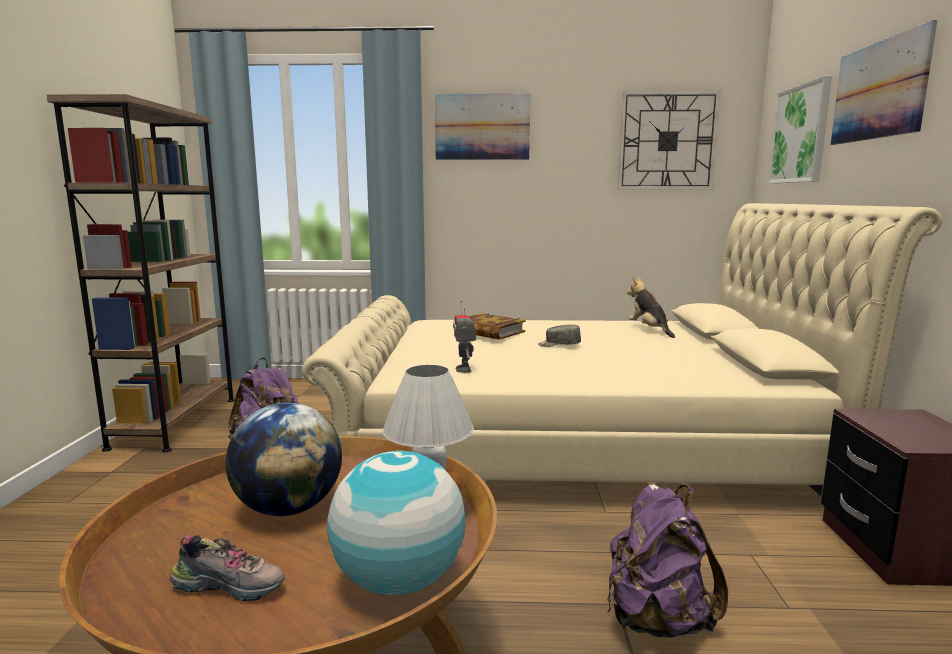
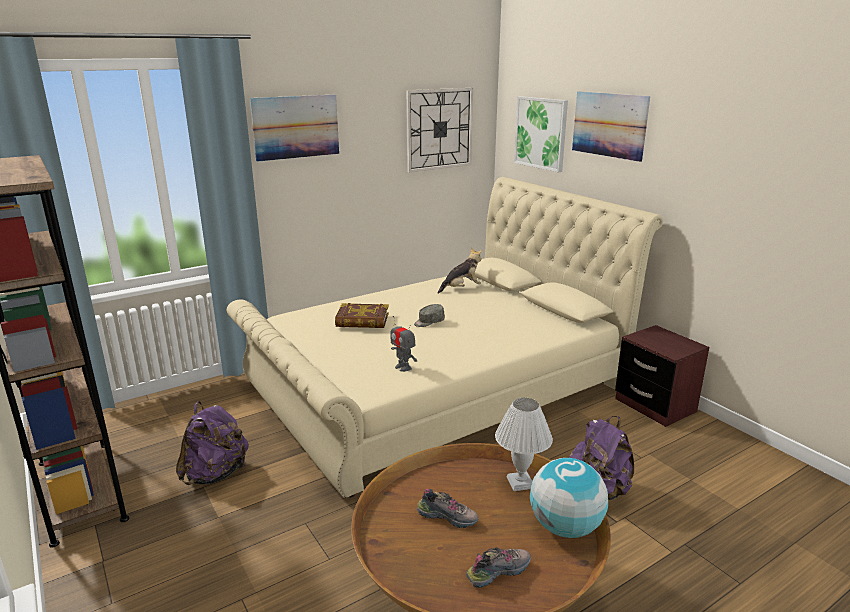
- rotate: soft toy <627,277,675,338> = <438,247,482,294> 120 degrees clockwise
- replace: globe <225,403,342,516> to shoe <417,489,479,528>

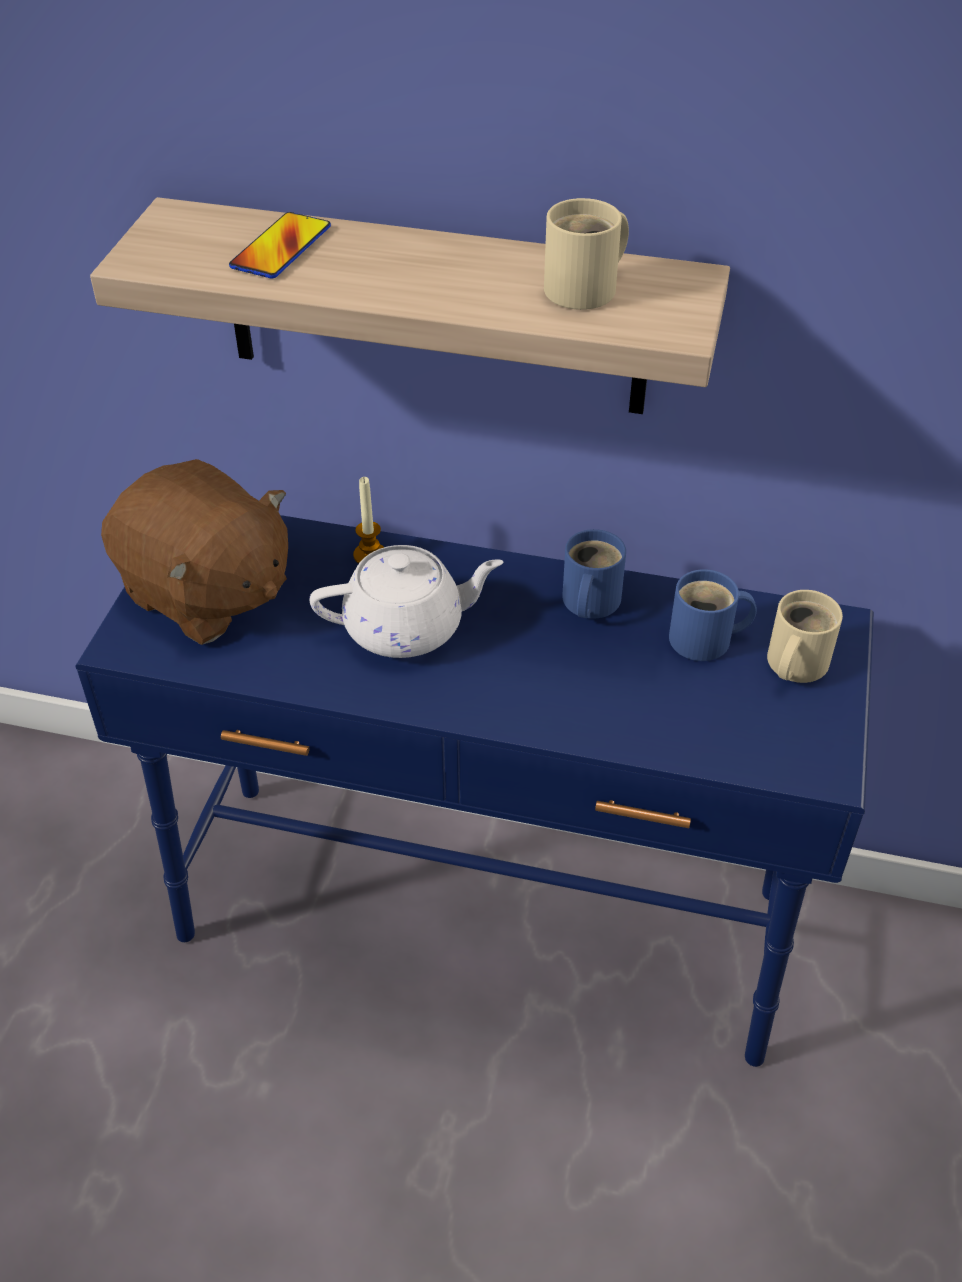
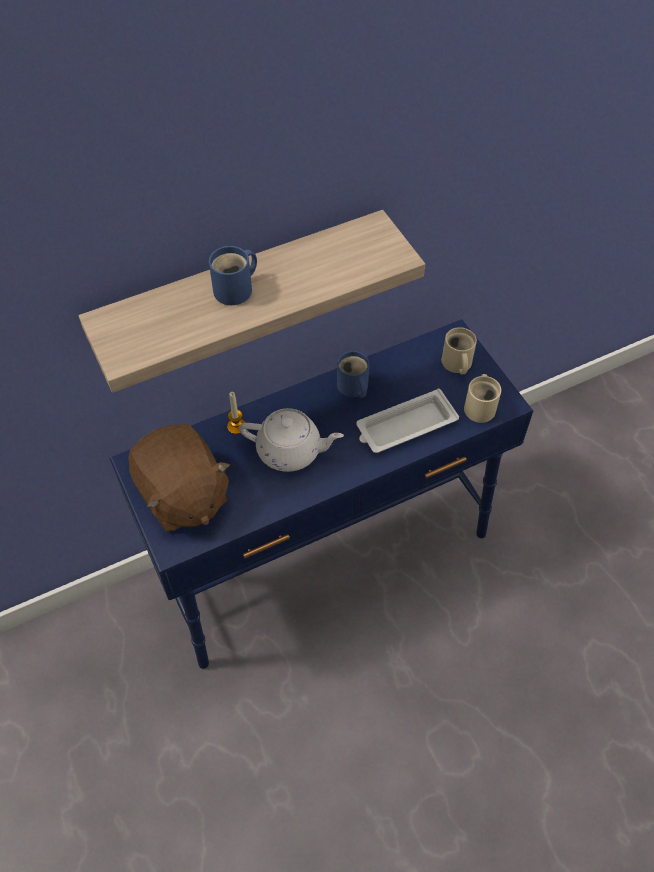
- move: beige-coloured tea mug <544,198,629,310> to <464,374,501,423>
- delete: phone <229,212,331,278>
- rotate: brownish soft toy <101,459,288,645> = <128,424,230,532> 60 degrees clockwise
- rotate: white teapot <310,545,503,658> = <239,408,344,472> 60 degrees clockwise
- move: bluish tea mug <669,569,757,661> to <209,246,257,305>
- insert: white tray <356,389,459,453>

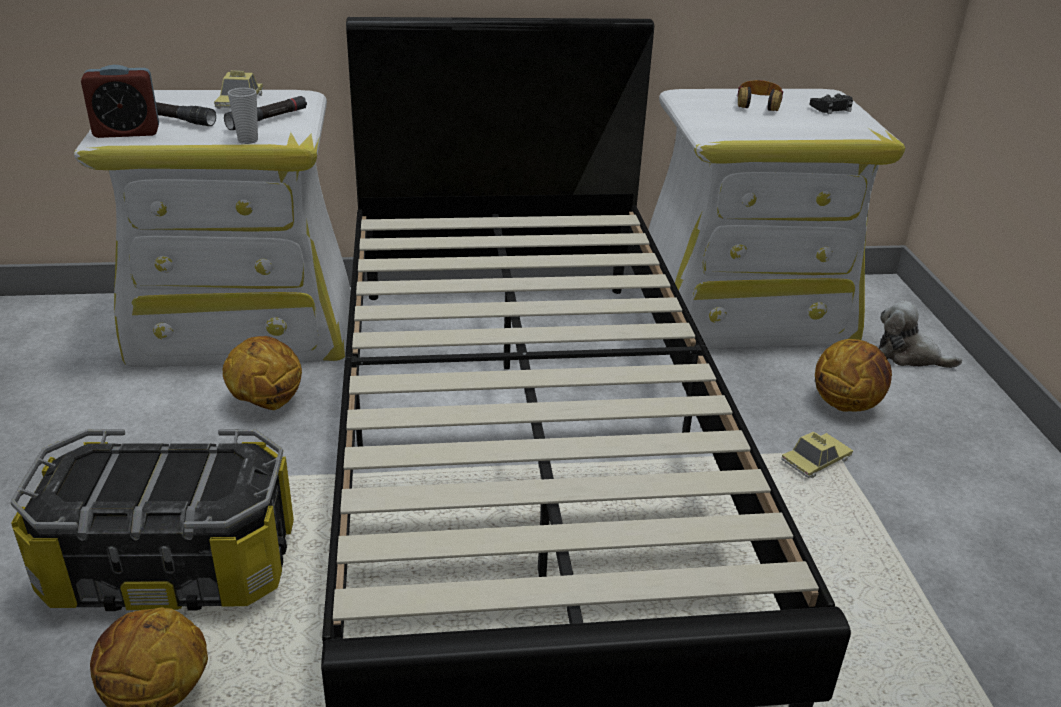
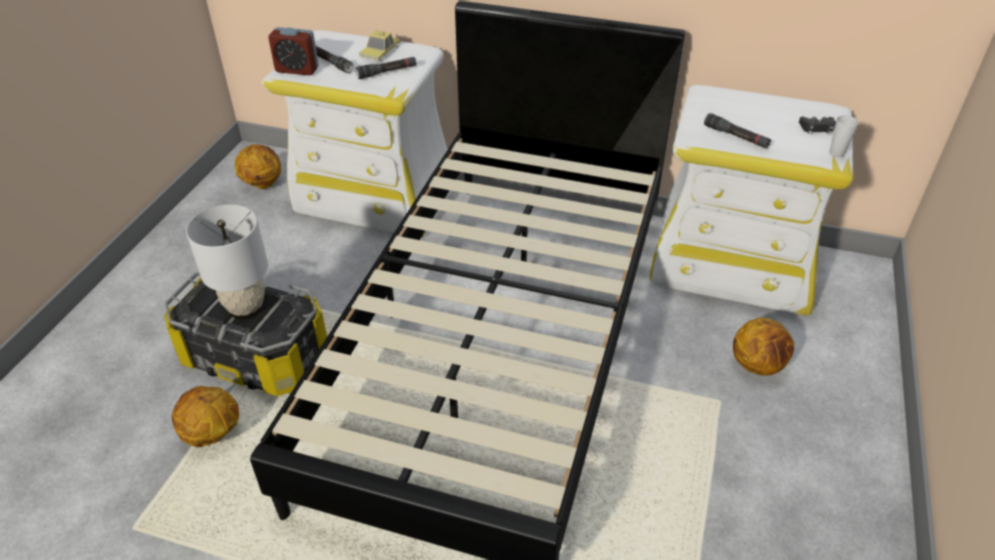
- delete: pair of headphones <737,80,783,111>
- move: drinking cup <228,88,258,144> to <829,115,859,157>
- delete: soft toy <879,301,962,368>
- move: ball for basketball <223,336,302,410> to <235,144,281,189>
- delete: toy car <781,432,853,478>
- insert: blackish torch <704,113,771,148>
- insert: white tabletop lamp <186,205,268,320>

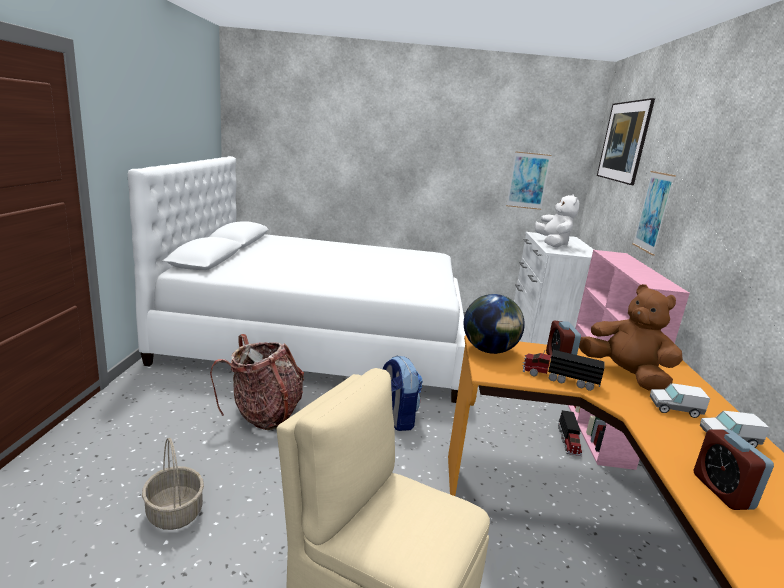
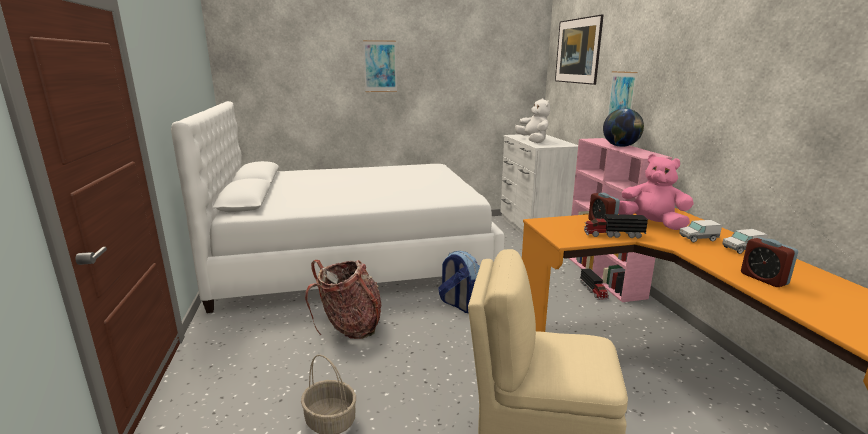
- move: wall art <506,151,552,210> to <363,40,397,92>
- recolor: brownish soft toy <579,284,683,391> to pink-coloured soft toy <618,154,694,230>
- move: globe <464,294,525,354> to <603,108,644,147>

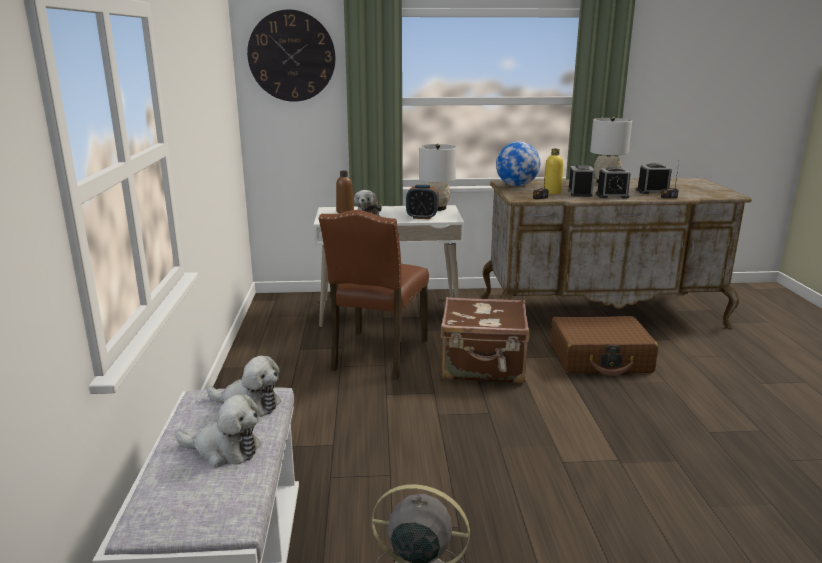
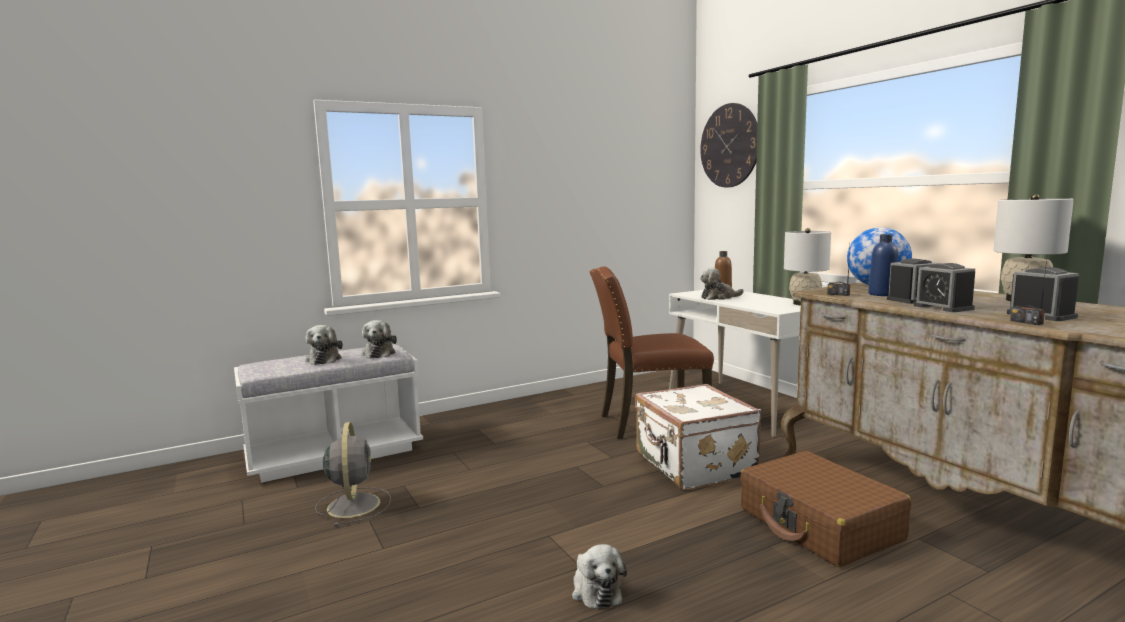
- recolor: yellow-coloured bottle <543,149,563,194> to bluish bottle <868,234,898,296>
- delete: alarm clock <406,185,439,219>
- recolor: brownish piece of luggage <441,297,529,383> to white piece of luggage <635,384,761,491>
- insert: soft toy <572,544,627,610>

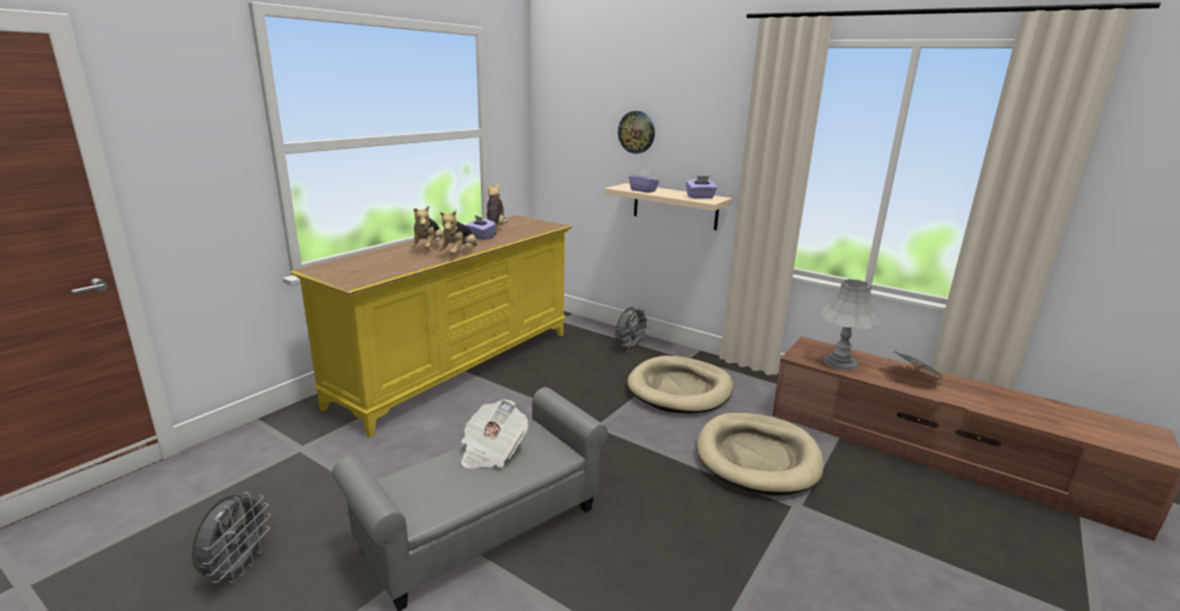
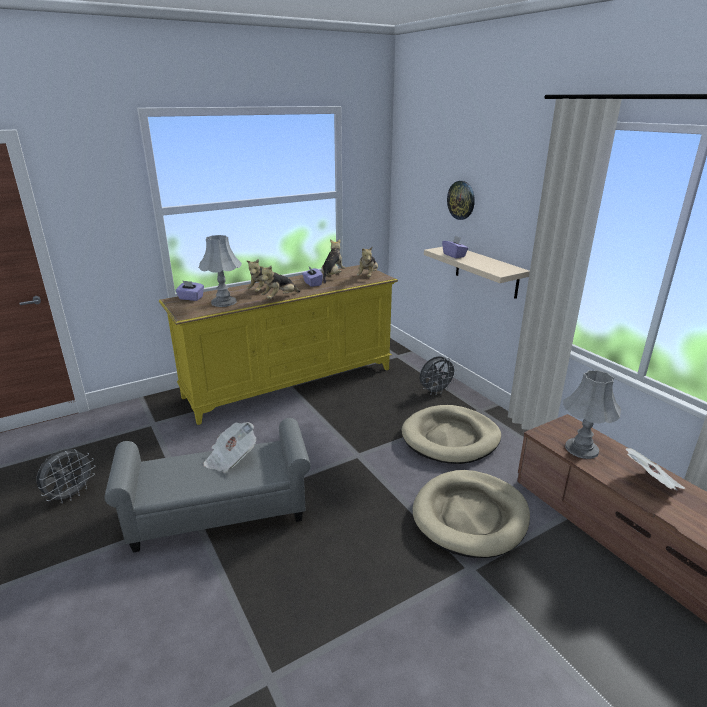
- move: purple-coloured tissue holder <686,176,717,198> to <175,280,204,301>
- insert: gray tabletop lamp <198,235,242,307>
- insert: soft toy <357,246,378,277>

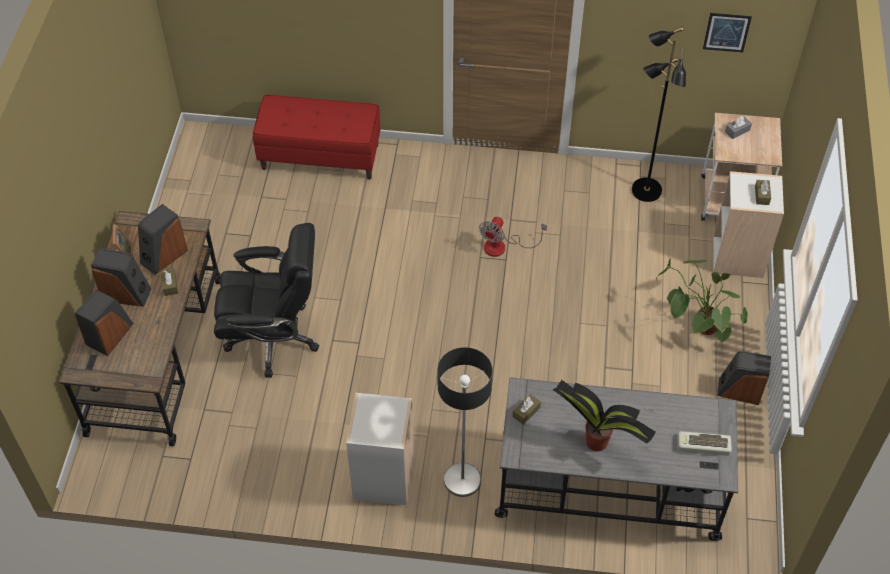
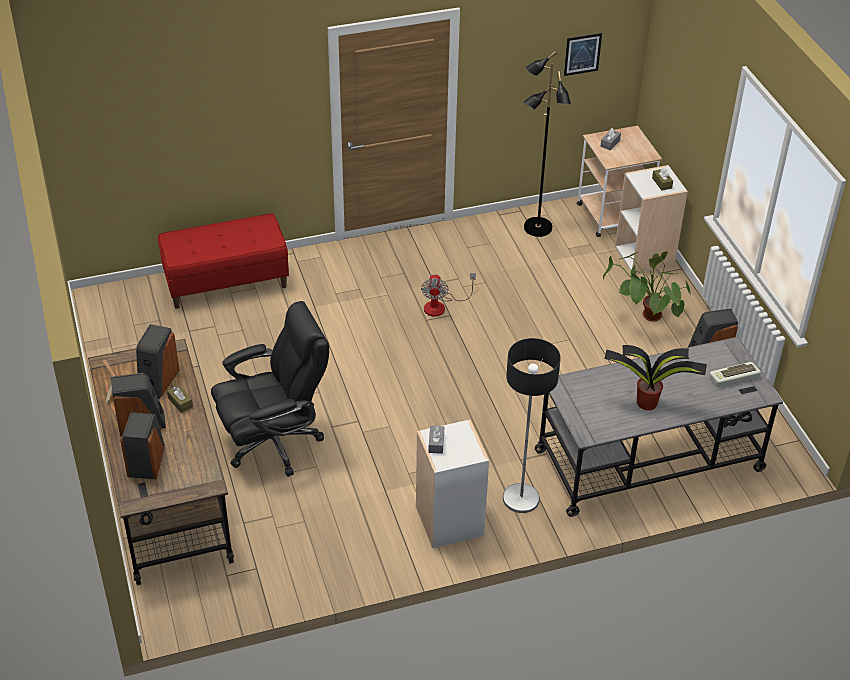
- delete: brownish tissue holder <512,394,541,425>
- insert: gray tissue holder <428,425,444,454>

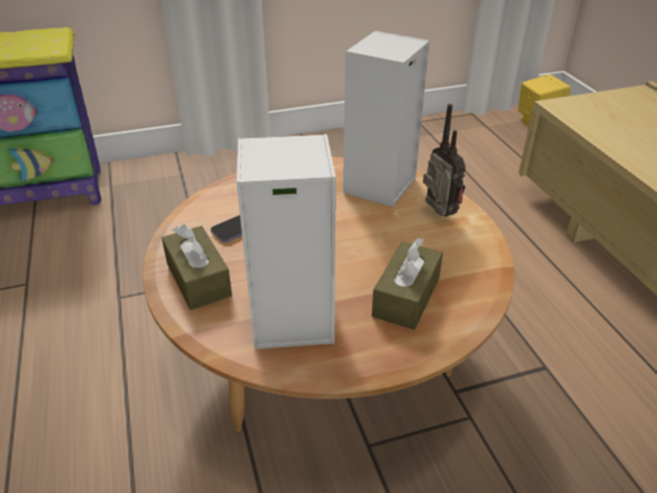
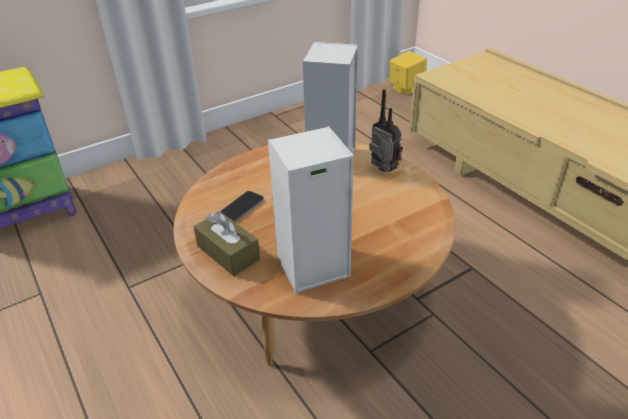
- delete: brownish tissue holder <372,238,443,330>

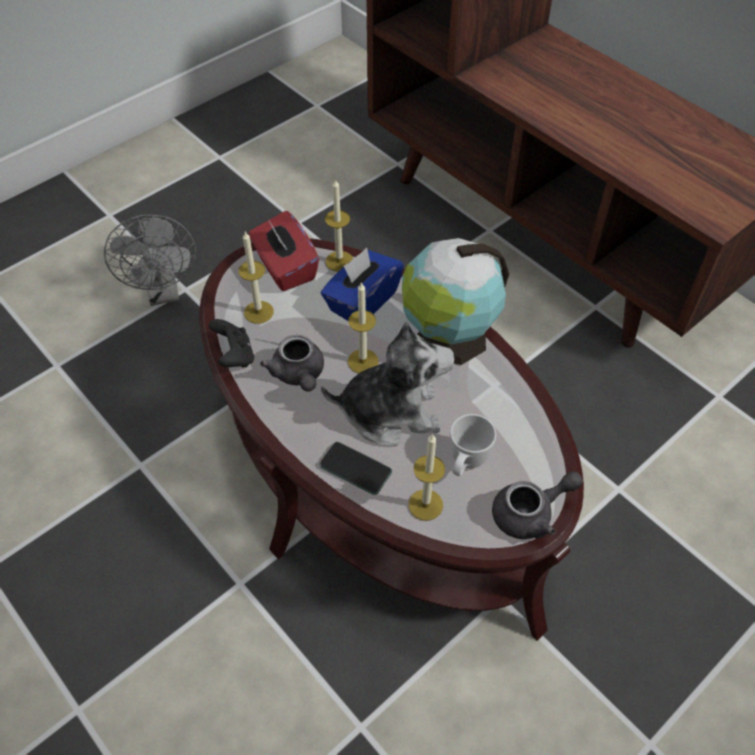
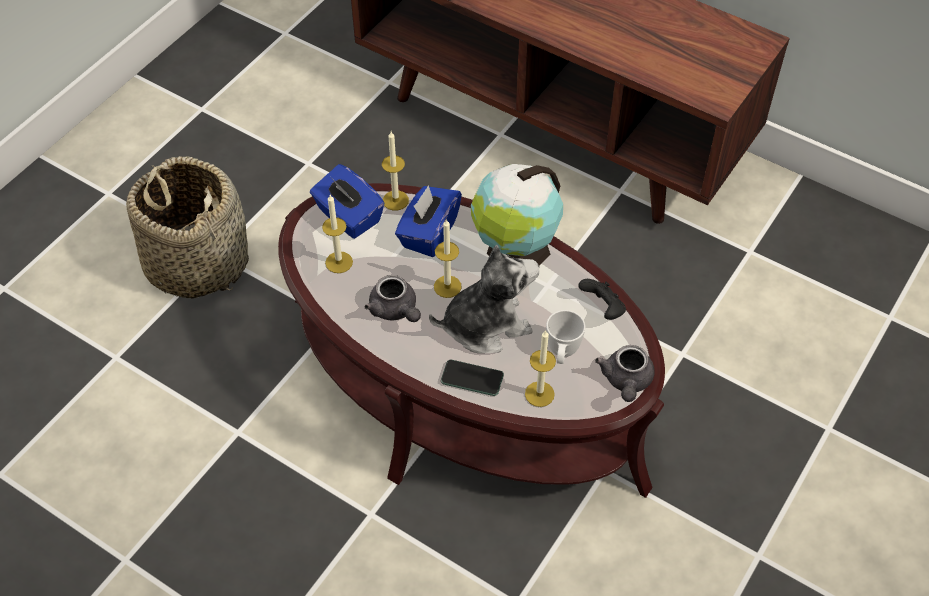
- recolor: red-coloured tissue holder <249,211,319,291> to bluish tissue holder <310,164,384,239>
- replace: gray electric fan <104,214,196,306> to basket <126,156,249,298>
- move: blackish game controller <209,319,254,367> to <578,279,626,320>
- rotate: gray teapot <492,471,583,539> = <595,345,655,402> 135 degrees clockwise

